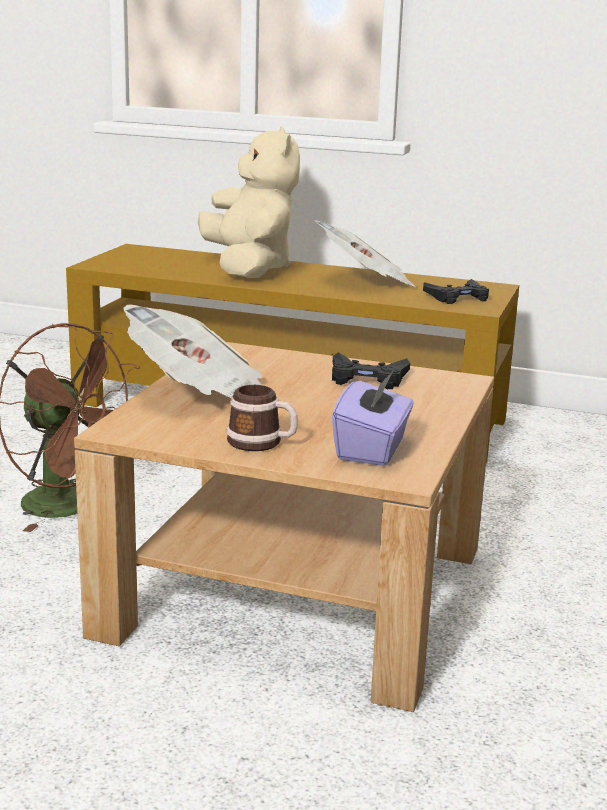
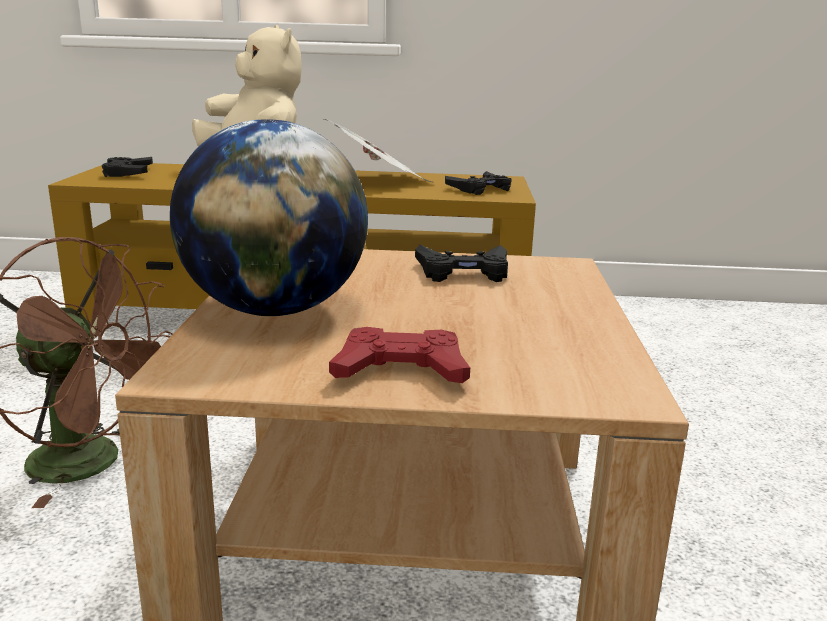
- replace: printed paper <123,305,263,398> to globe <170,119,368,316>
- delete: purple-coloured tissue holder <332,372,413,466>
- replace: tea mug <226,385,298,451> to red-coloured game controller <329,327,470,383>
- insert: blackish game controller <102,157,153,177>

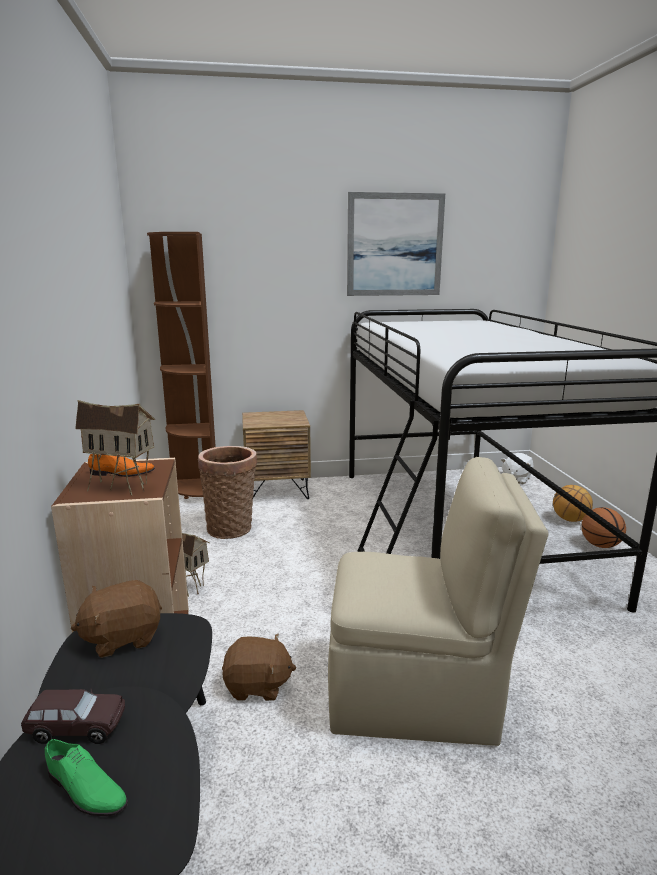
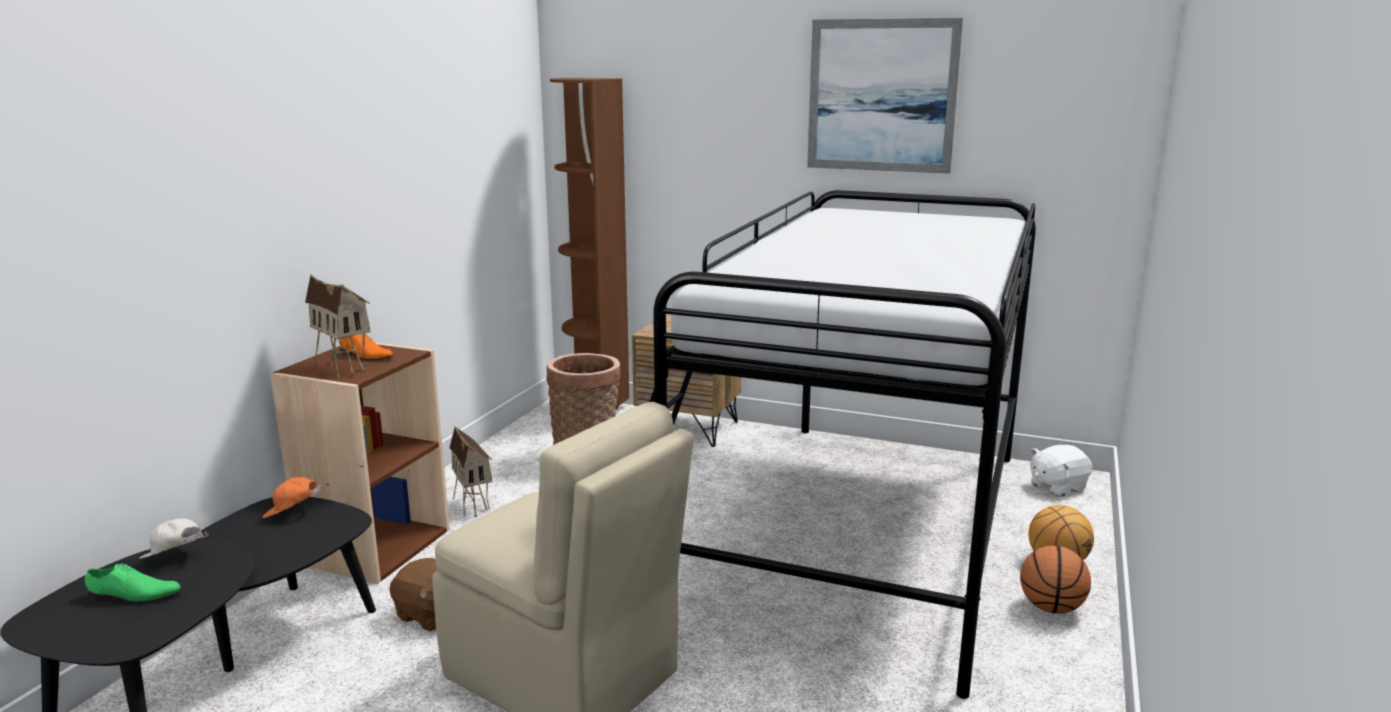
- replace: brownish soft toy <71,580,162,658> to orange-coloured baseball cap <262,477,330,518>
- replace: brownish toy car <21,688,125,744> to white baseball cap <139,518,208,559>
- rotate: greenish shoe <45,739,128,816> = <85,563,182,604> 60 degrees counterclockwise

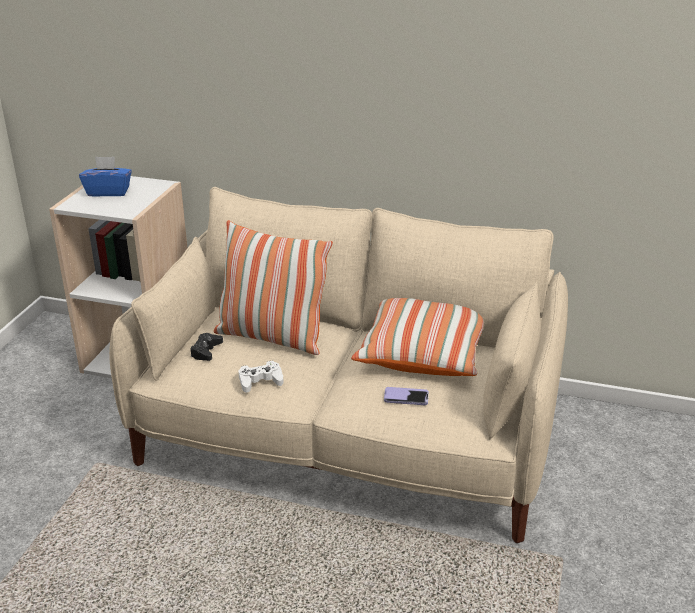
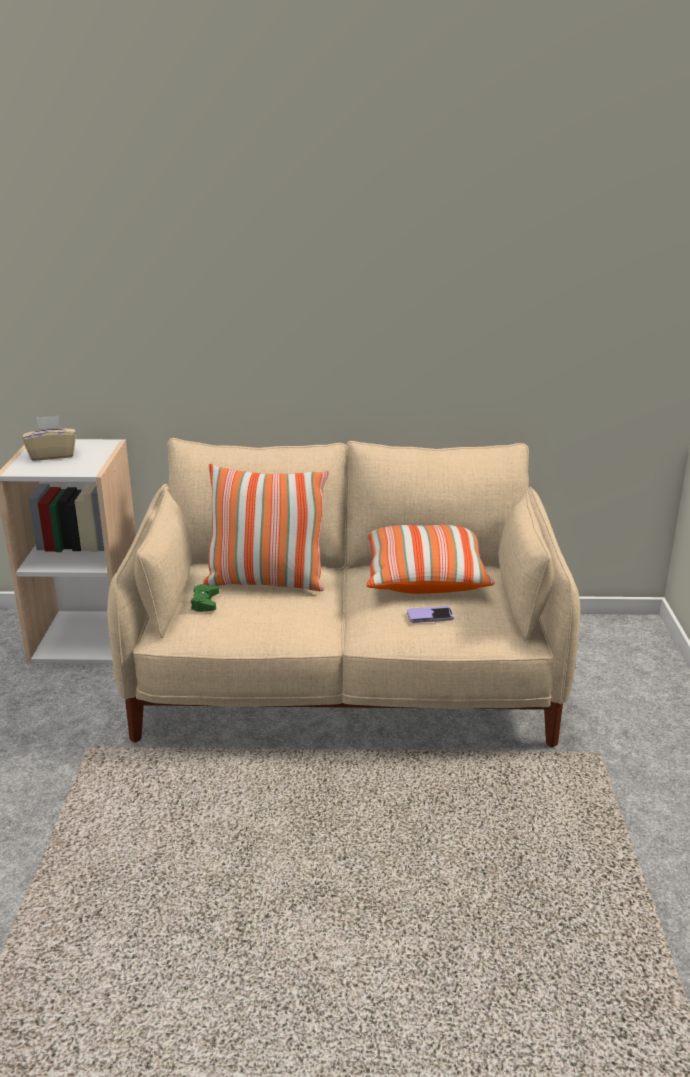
- recolor: bluish tissue holder <79,156,132,197> to beige-coloured tissue holder <22,415,76,461>
- recolor: blackish game controller <190,333,223,361> to greenish game controller <191,584,219,612>
- delete: white game controller <239,361,283,393>

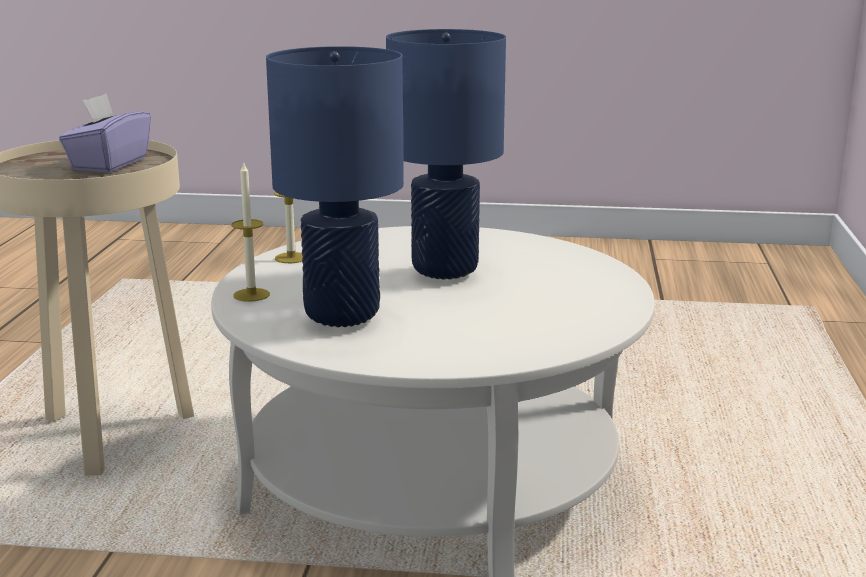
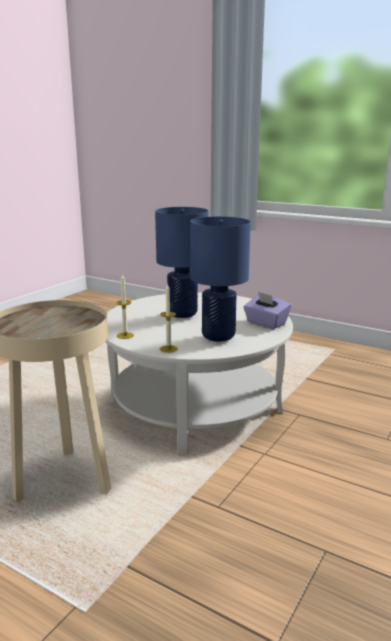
- move: purple-coloured tissue holder <59,93,151,173> to <243,292,291,329>

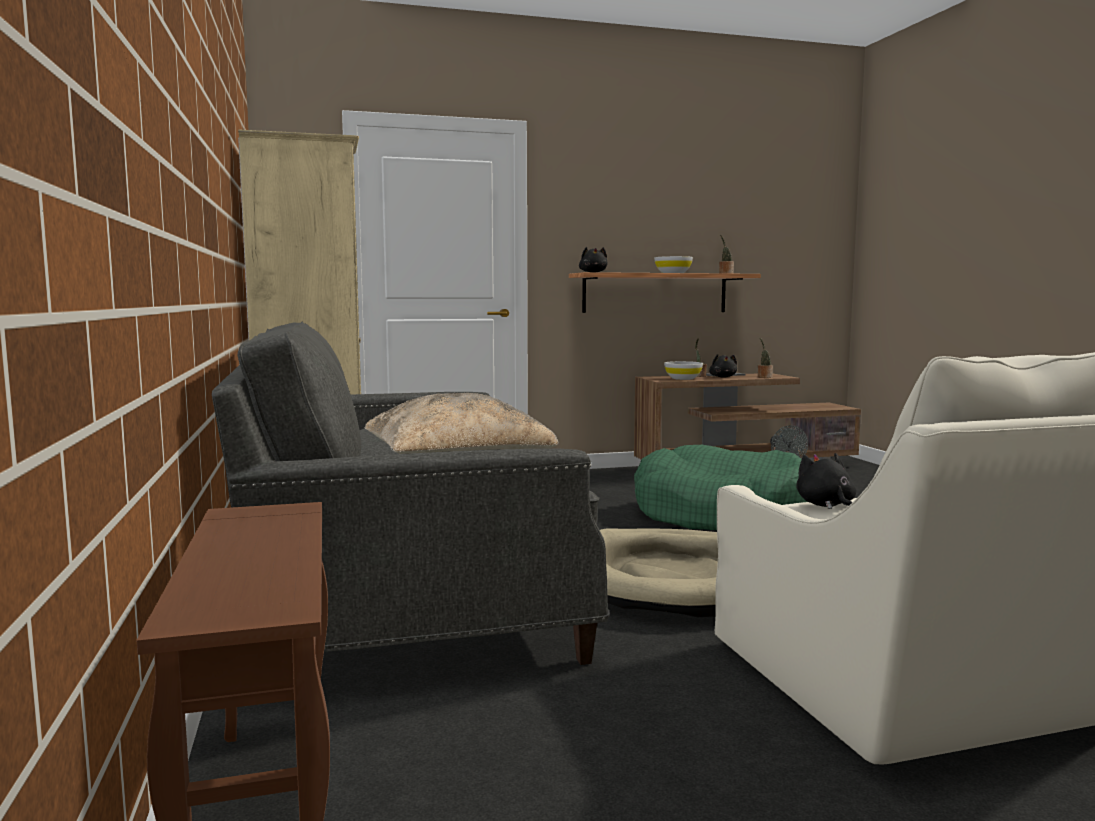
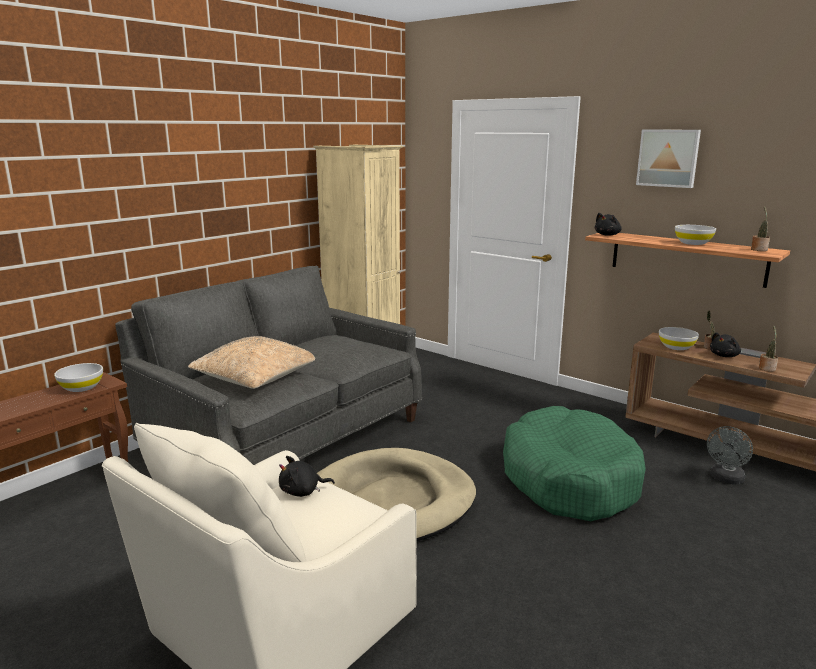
- rotate: blackish soft toy <796,453,856,509> = <279,456,335,497> 150 degrees counterclockwise
- insert: wall art <636,130,701,188>
- insert: white deep dish <54,363,103,392>

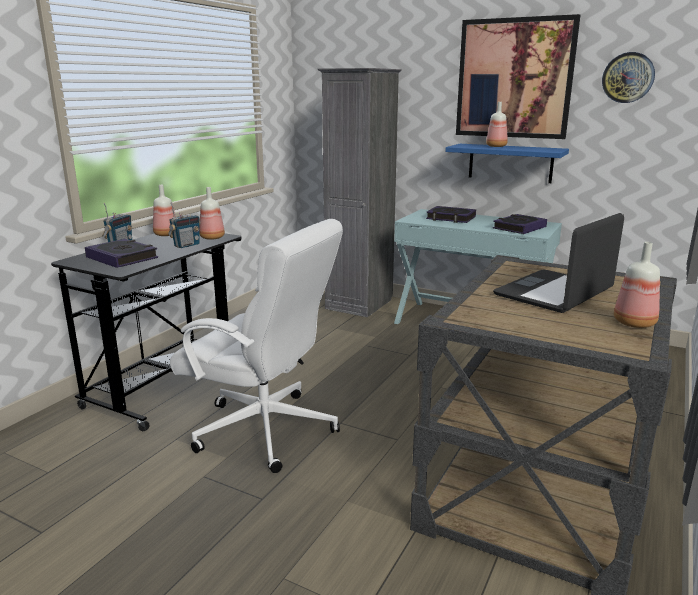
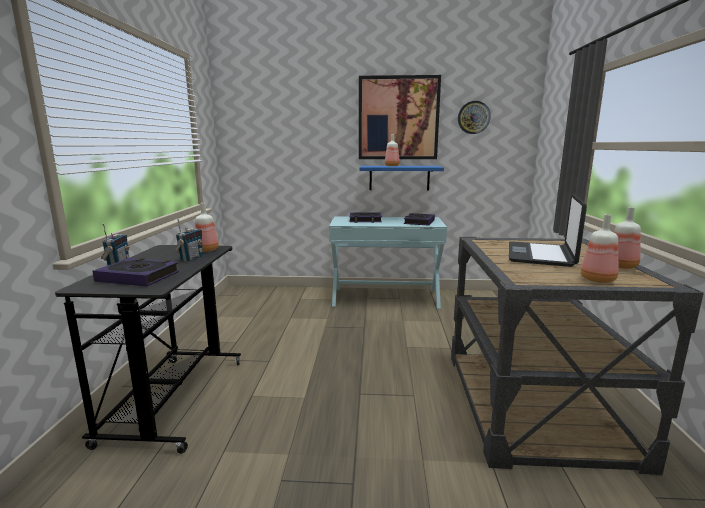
- delete: gray storage cabinet <318,68,402,317>
- move: bottle <153,185,176,236> to <581,214,618,283>
- delete: white computer chair <170,219,343,473>

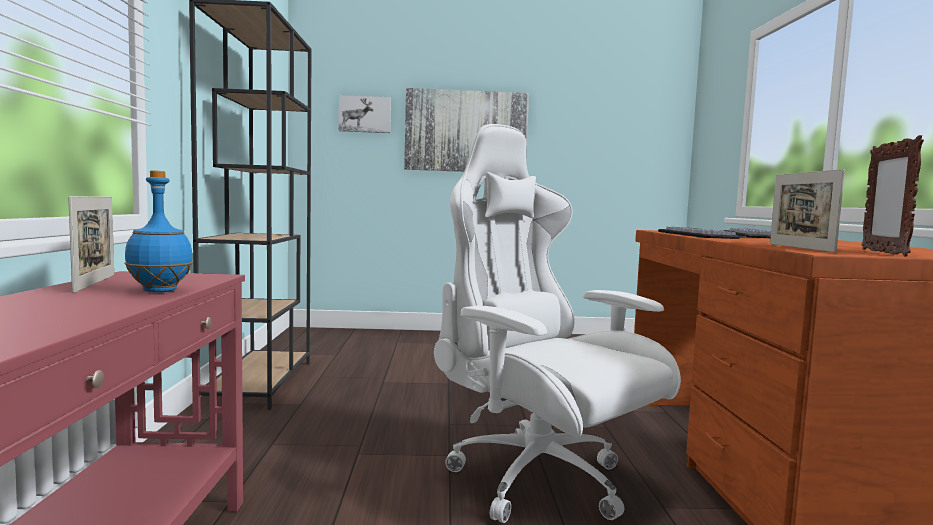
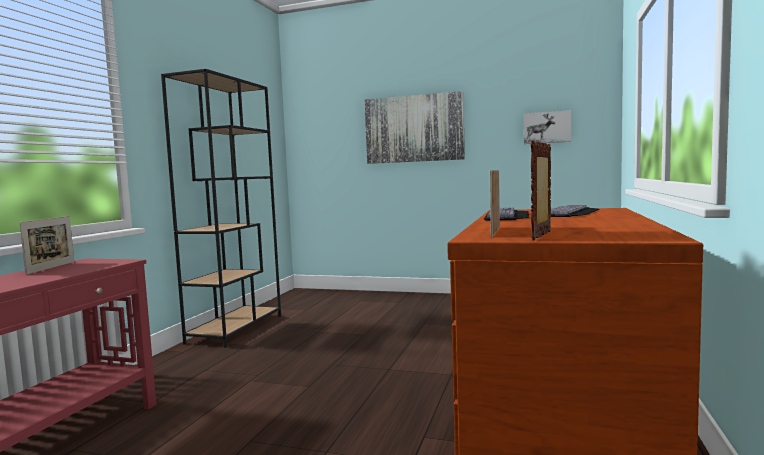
- move: wall art <339,95,391,133> to <524,110,571,144>
- delete: white computer chair <434,124,681,523>
- delete: bluish bottle <124,171,193,293>

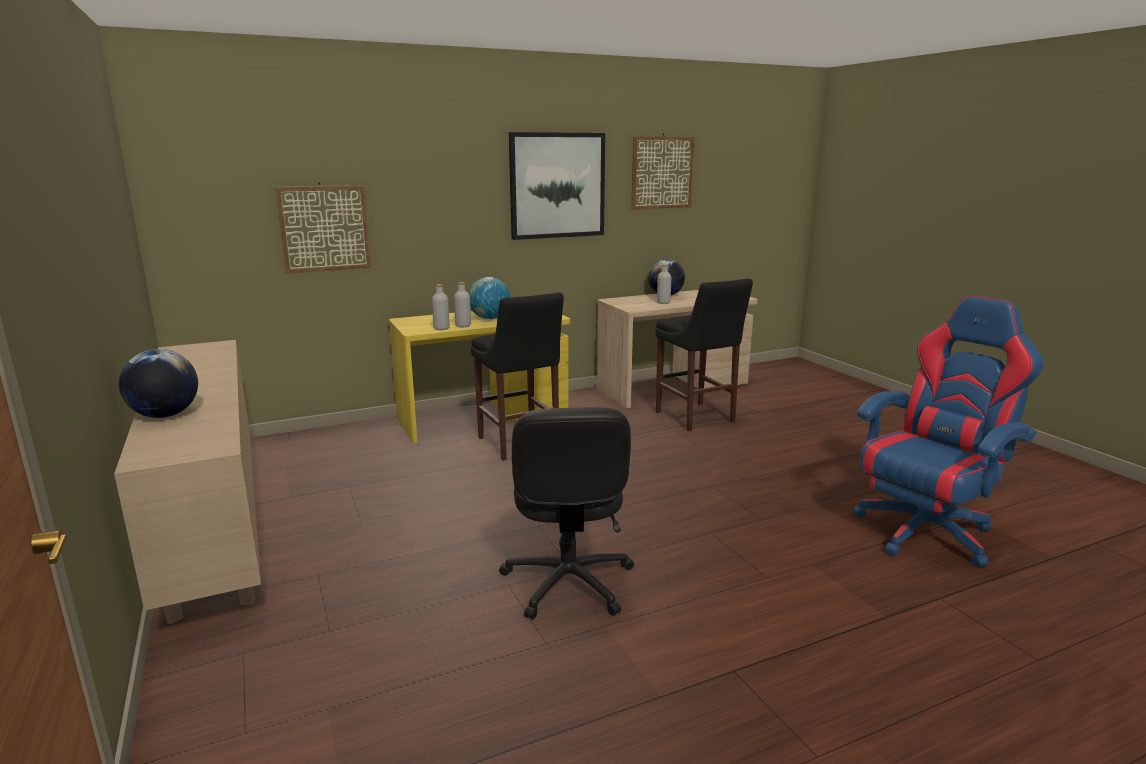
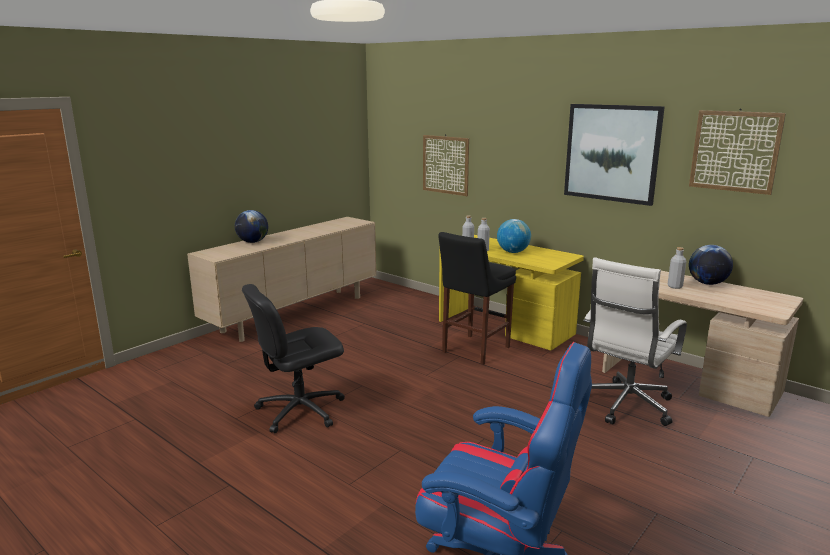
- replace: blackish sitting stool <655,279,753,431> to white computer chair <583,257,687,426>

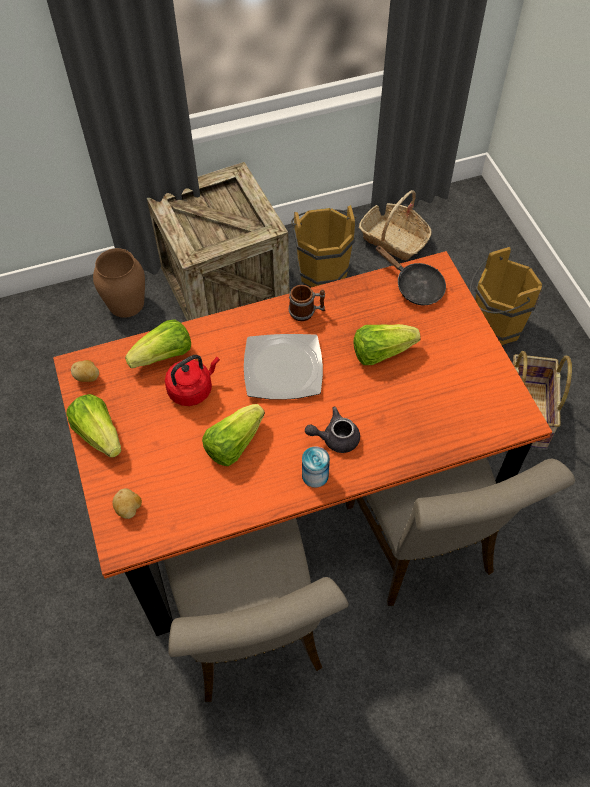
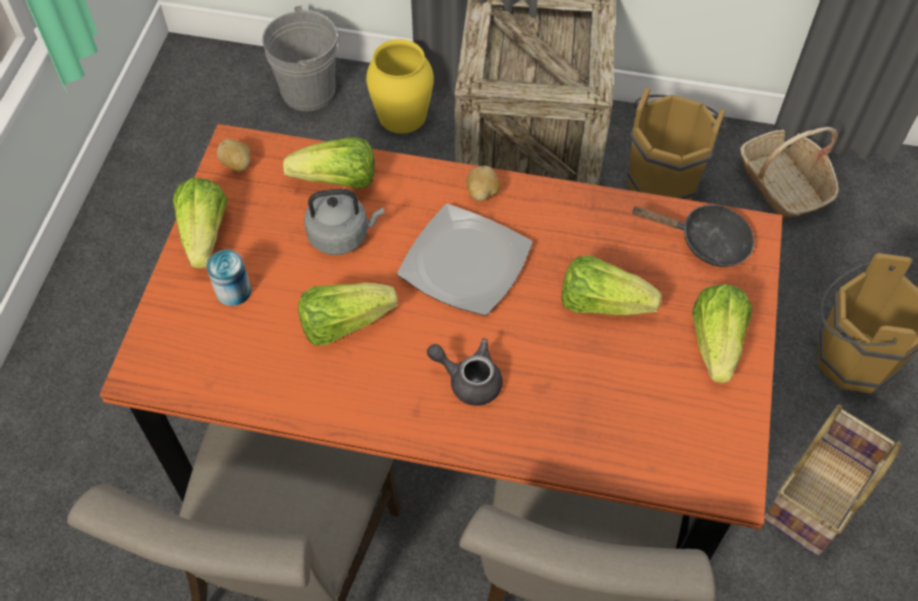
- rotate: blackish frying pan <375,245,446,305> = <631,205,754,267> 60 degrees counterclockwise
- recolor: brownish flower vase <93,248,145,318> to yellow-coloured flower vase <366,39,434,134>
- delete: tea mug <289,285,325,321>
- recolor: red-coloured tea kettle <165,355,220,406> to gray tea kettle <304,189,385,255>
- move: can <302,446,330,488> to <207,250,251,306>
- move: whole potato <113,488,142,519> to <467,166,501,201>
- insert: gray bucket <262,5,337,111>
- insert: lettuce <692,284,752,383>

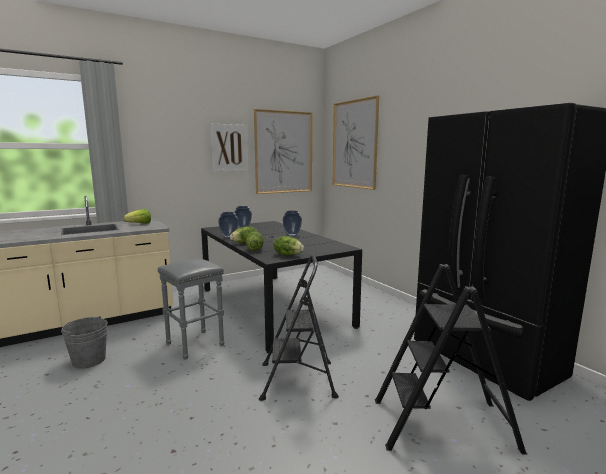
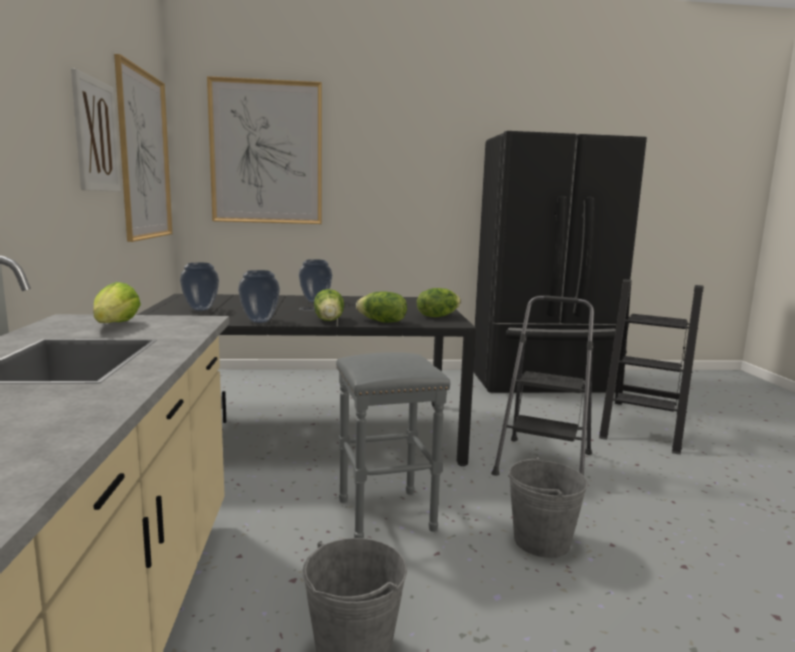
- insert: gray bucket <508,456,588,558>

